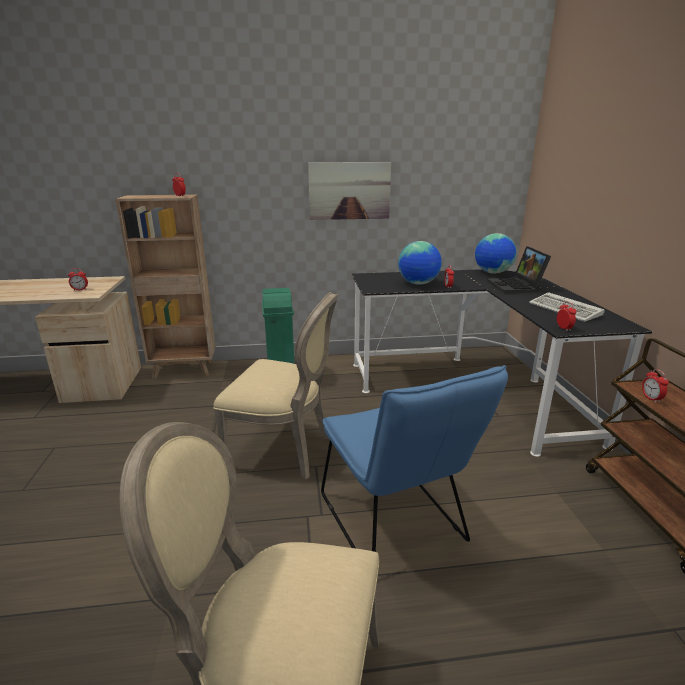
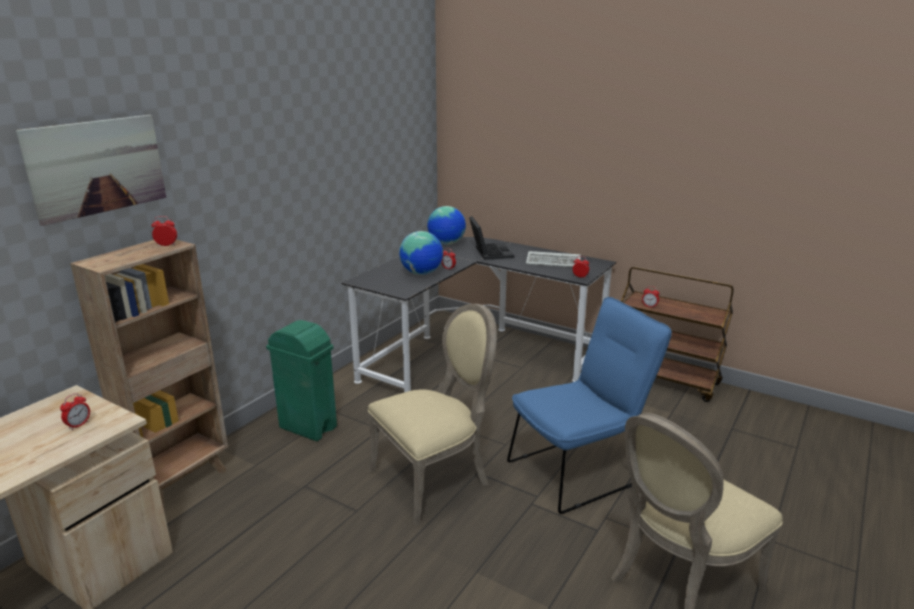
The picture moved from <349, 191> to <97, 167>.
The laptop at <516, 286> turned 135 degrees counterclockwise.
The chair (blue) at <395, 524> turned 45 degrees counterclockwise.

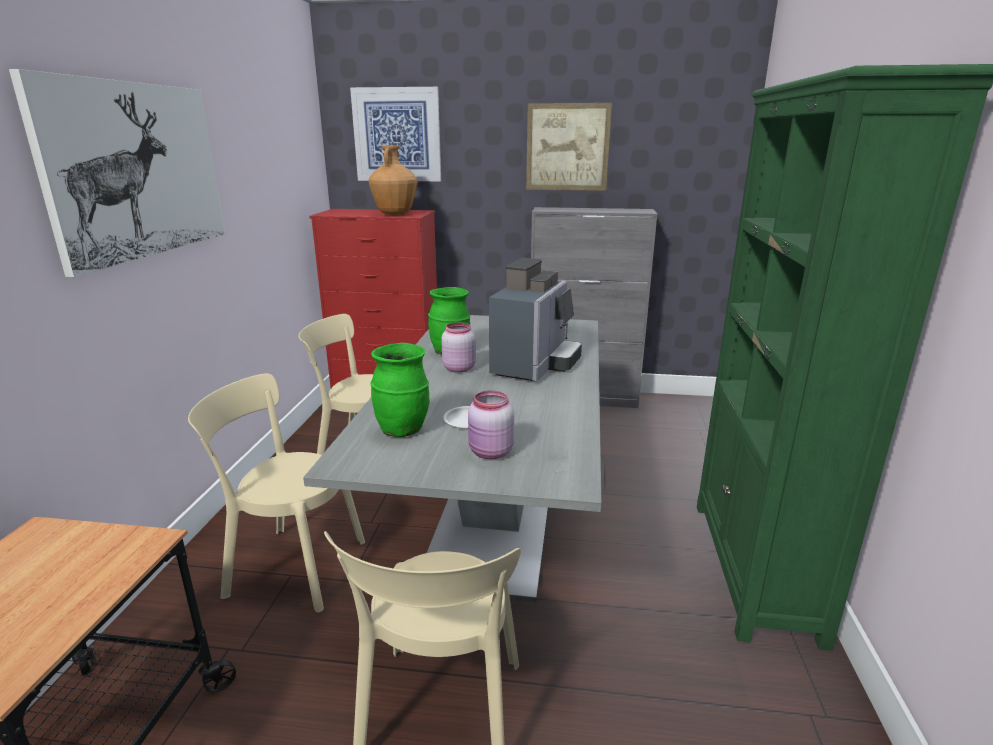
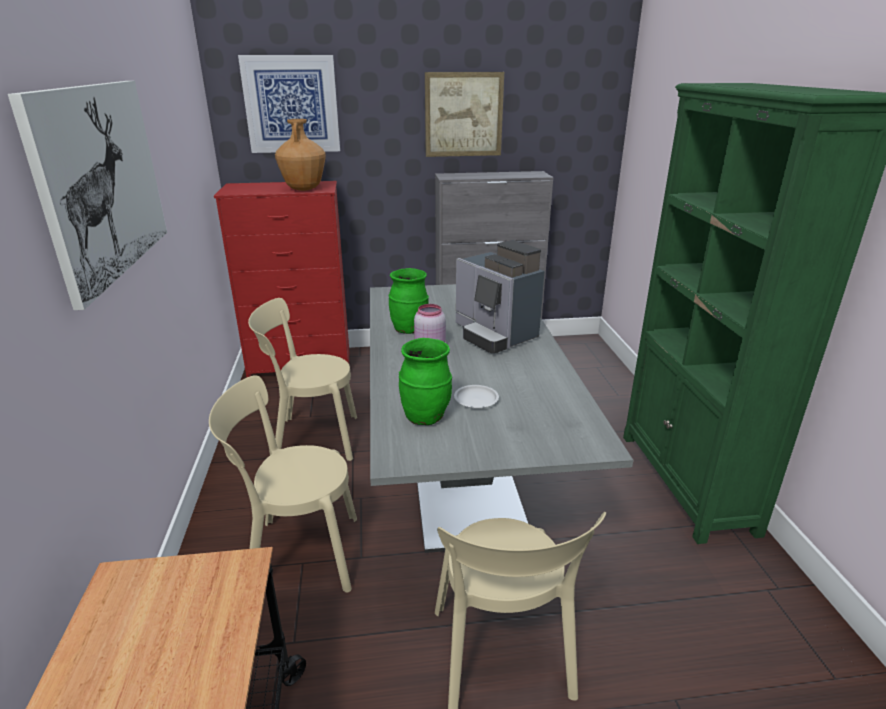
The coffee machine at <535, 365> turned 135 degrees clockwise.
The jar (pink) at <490, 453> disappeared.

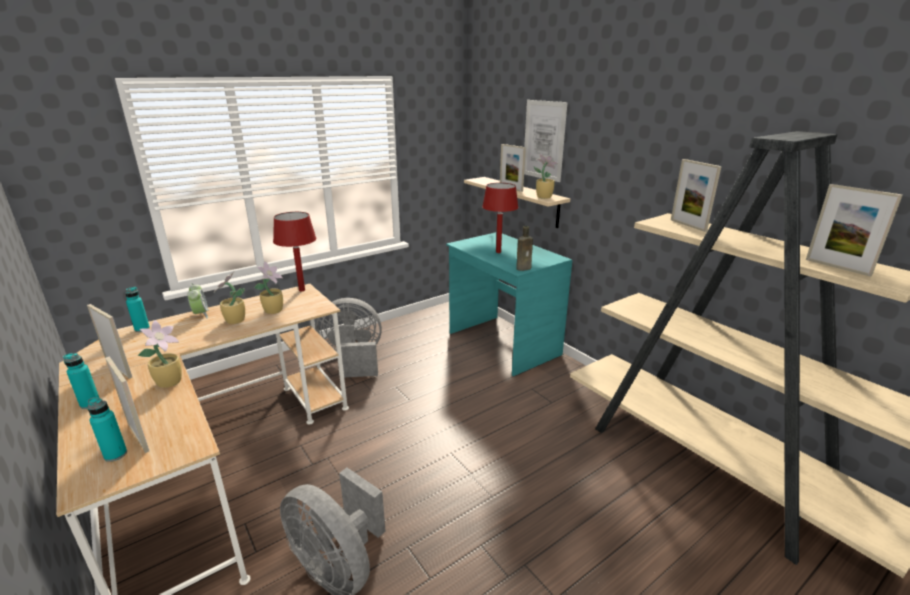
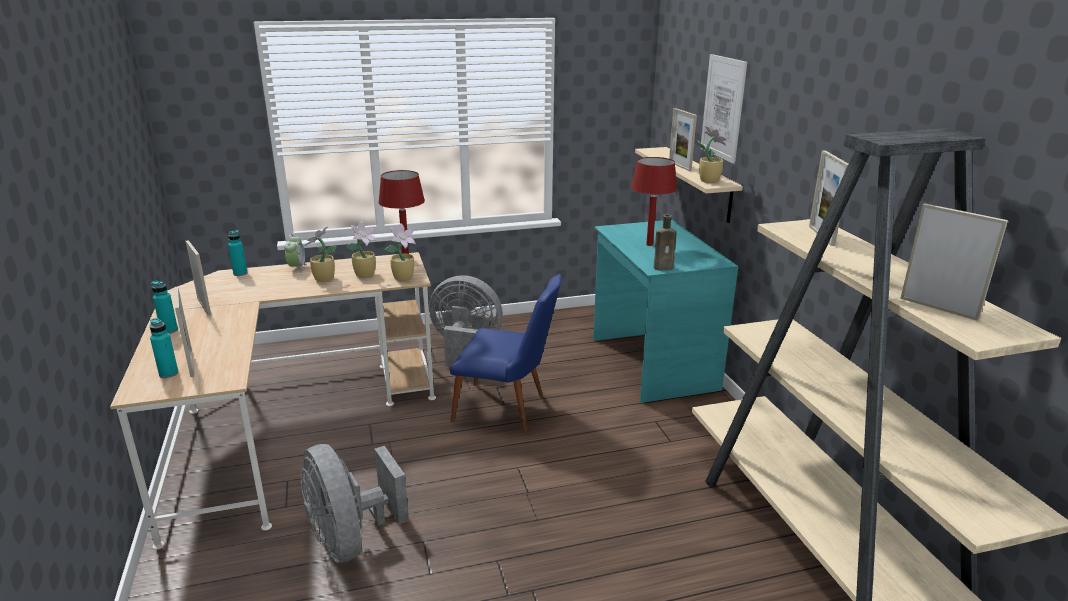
The potted plant moved from <171, 381> to <404, 277>.
The chair (blue) at <508, 410> appeared.
The picture frame at <837, 267> turned 150 degrees clockwise.

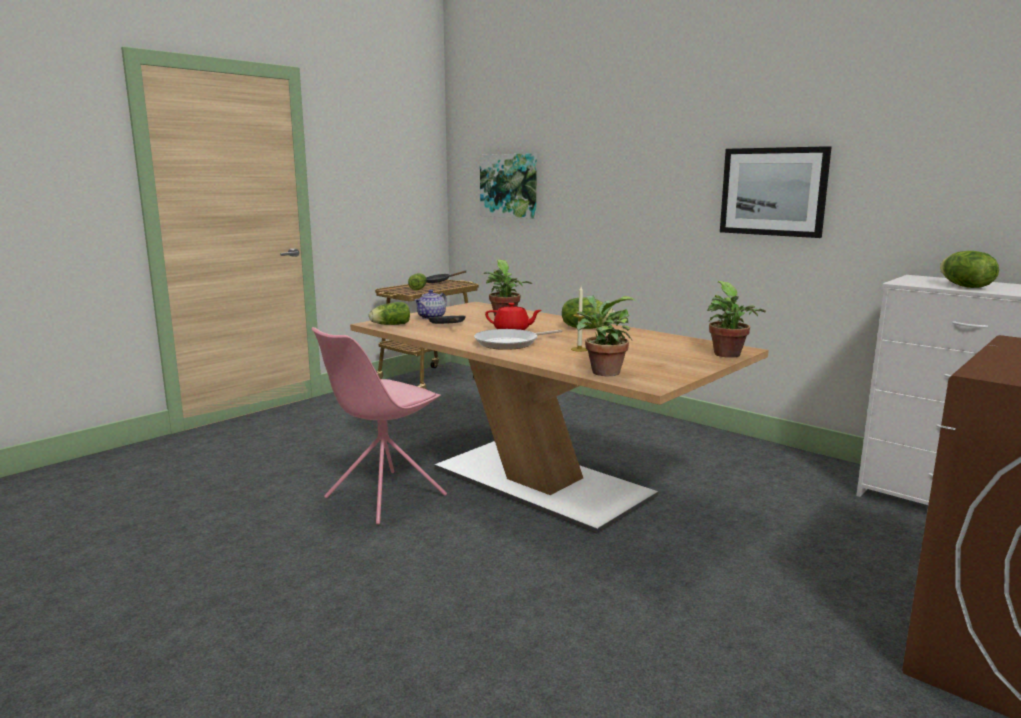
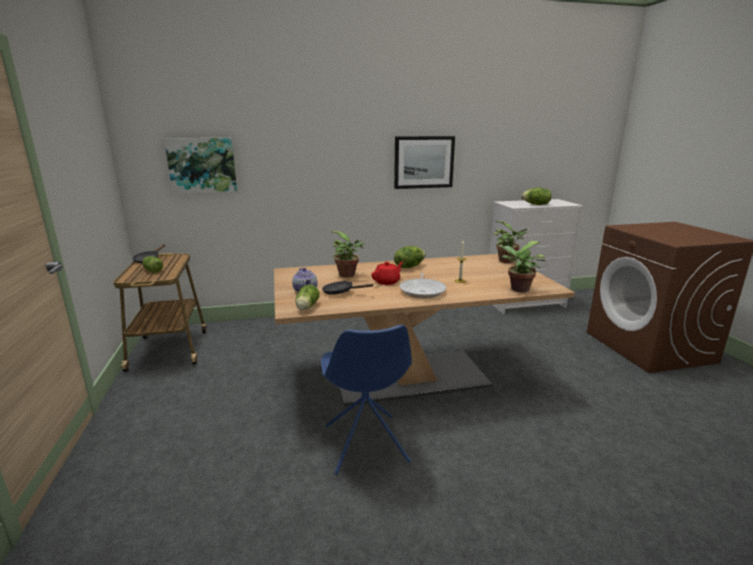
The chair (pink) at <383, 497> became the chair (blue) at <366, 444>.

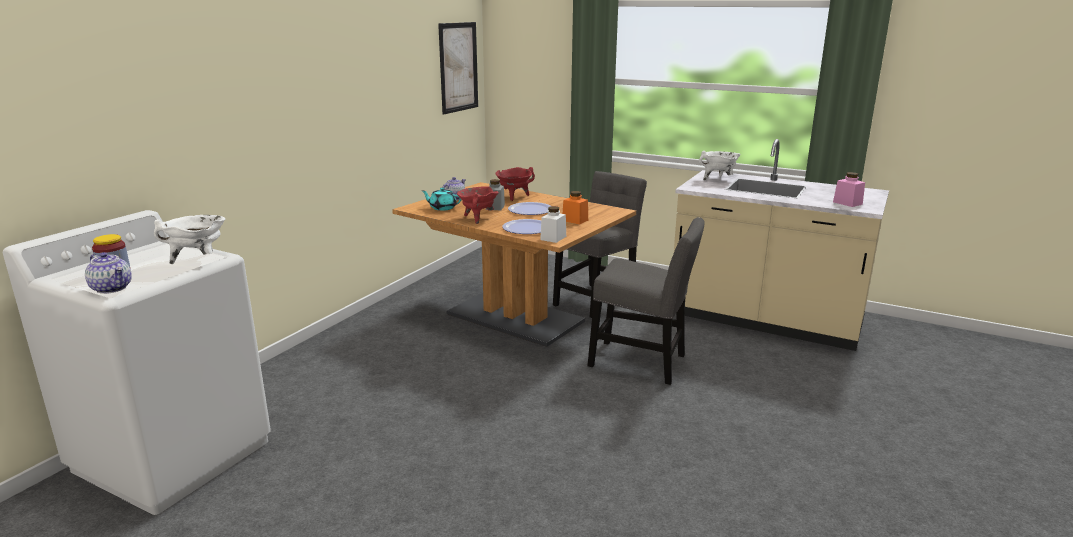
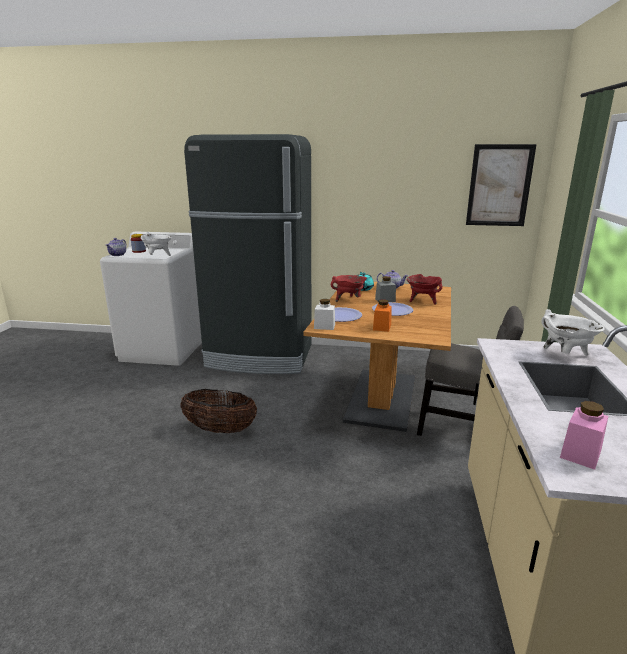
The basket at <220, 429> appeared.
The fridge (black) at <260, 357> appeared.
The chair (grey) at <642, 362> disappeared.

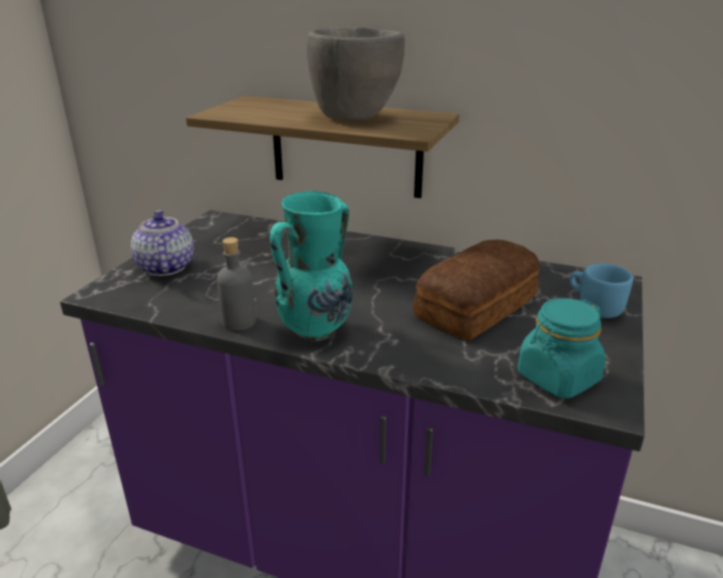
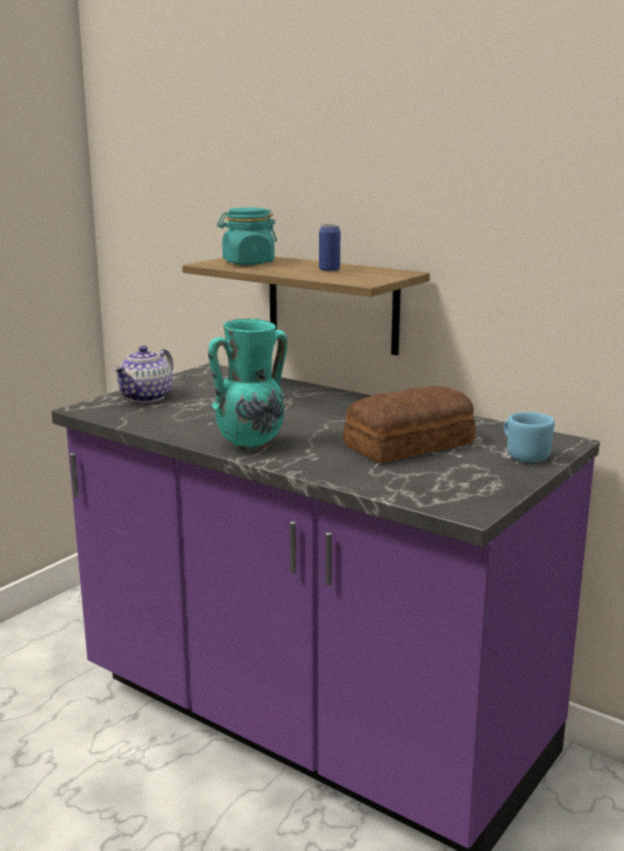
The teapot at <165, 267> turned 150 degrees counterclockwise.
The jar (turquoise) moved from <557, 378> to <248, 263>.
The bowl (grey) at <355, 116> was replaced by the can at <329, 270>.
The bottle (grey) at <239, 322> disappeared.

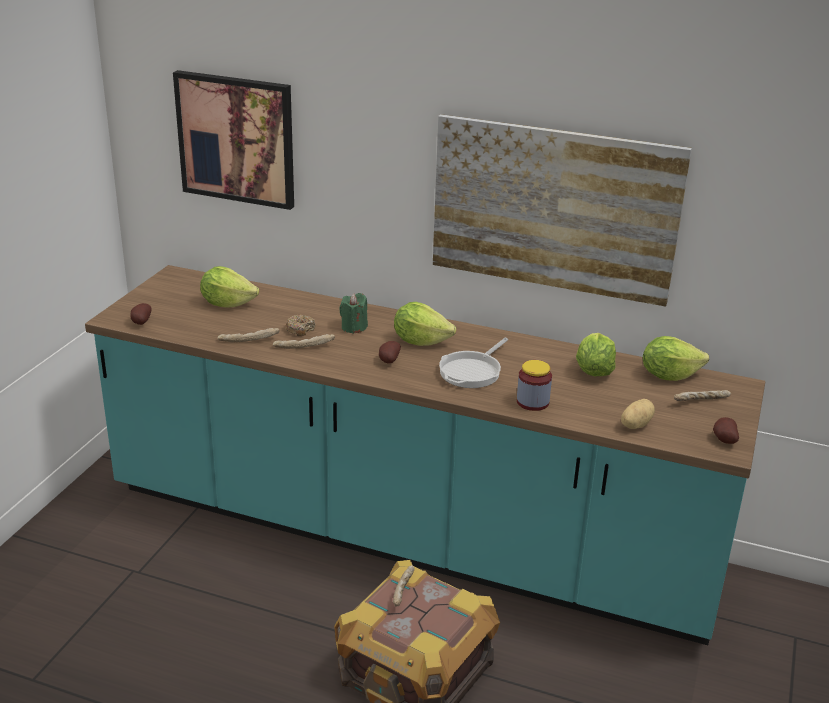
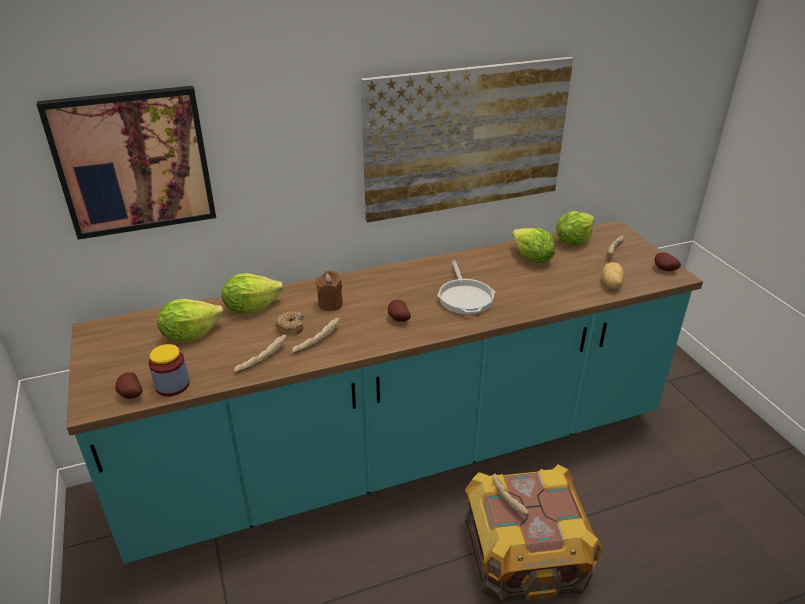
The jar moved from <532, 402> to <172, 385>.
The lettuce moved from <420, 341> to <251, 307>.
The candle (green) at <354, 327> became the candle (brown) at <330, 304>.

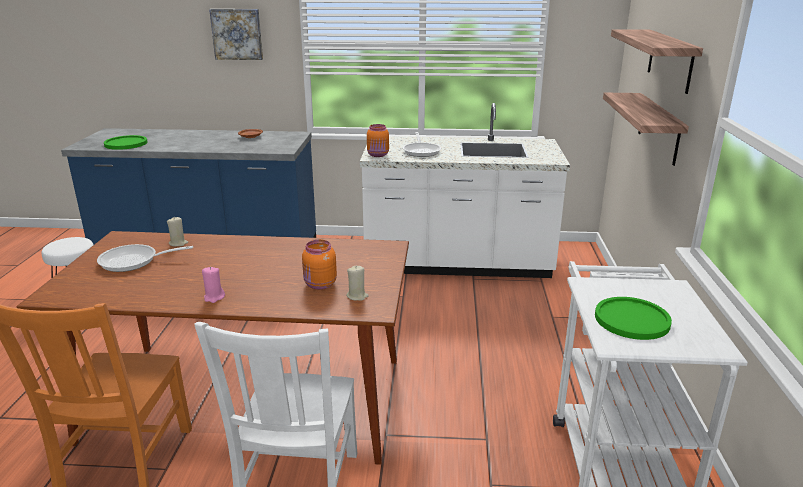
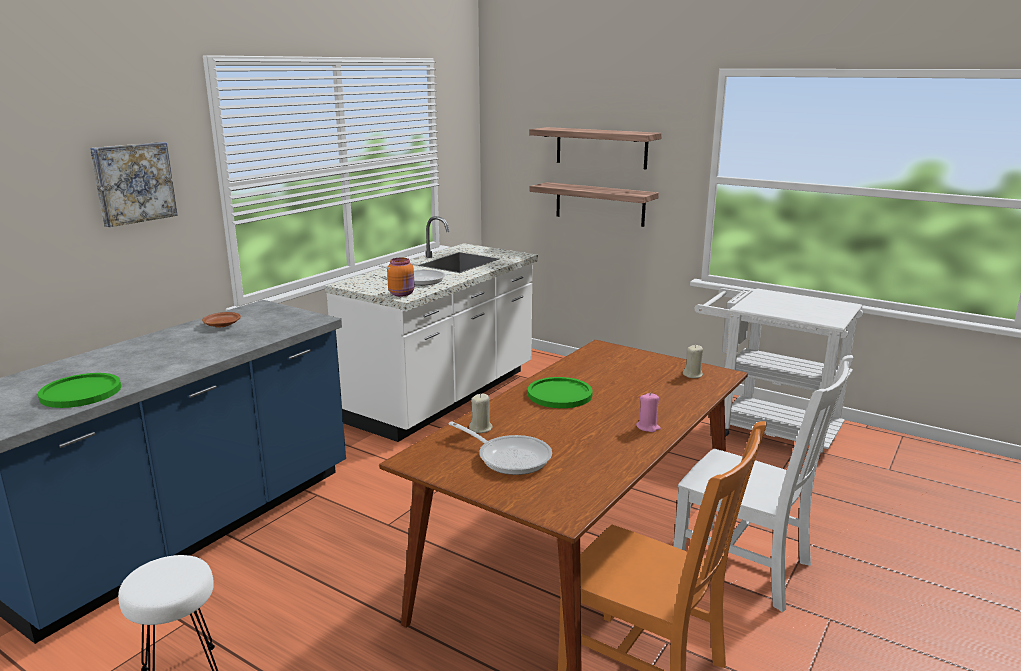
The frying pan at <134, 261> turned 75 degrees counterclockwise.
The plate (green) moved from <632, 319> to <559, 394>.
The jar (orange) at <319, 285> disappeared.

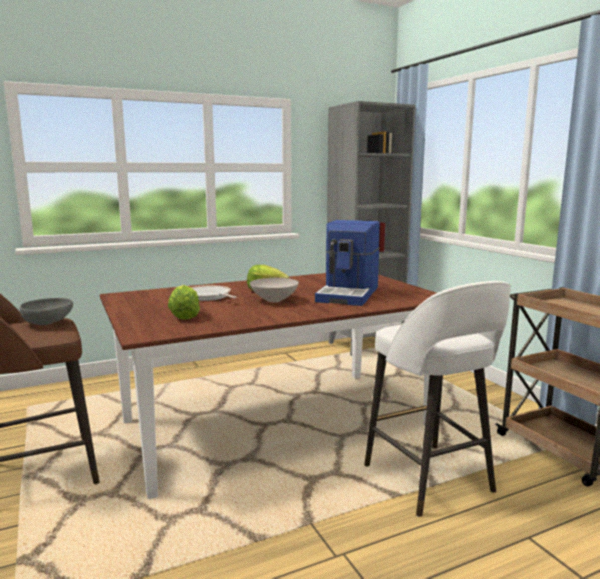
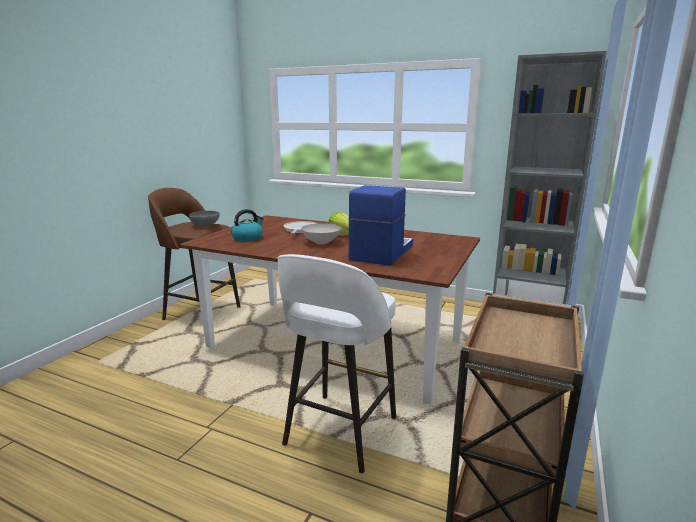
The lettuce at <185, 316> was replaced by the kettle at <248, 238>.
The coffee machine at <349, 294> turned 135 degrees clockwise.

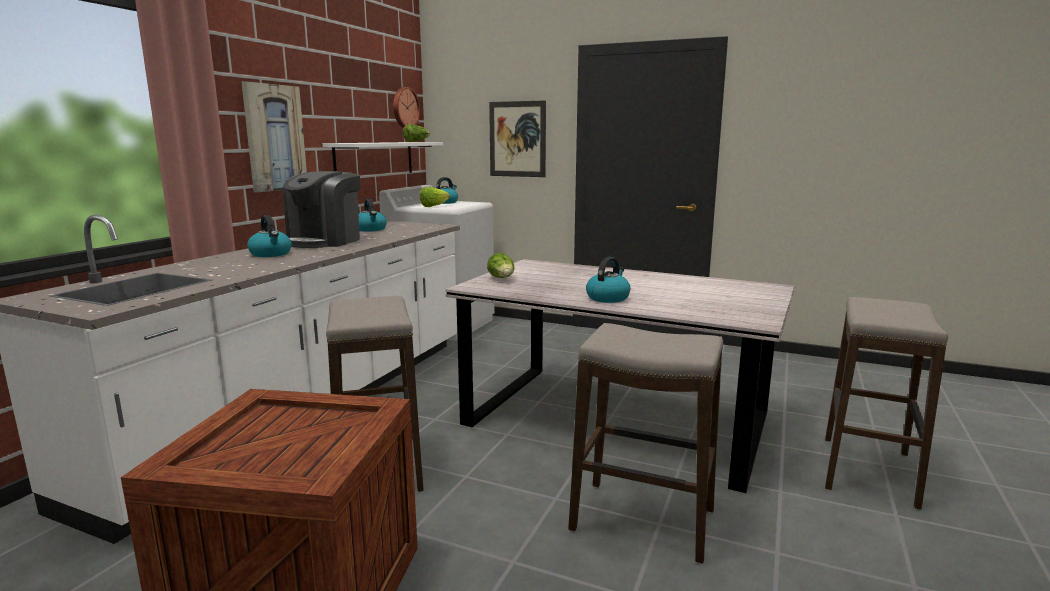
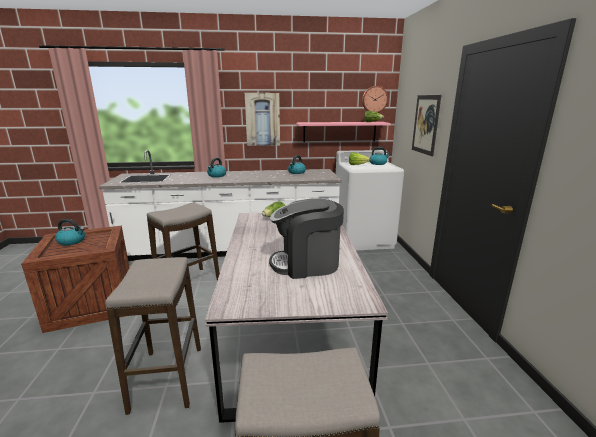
The kettle moved from <608, 298> to <72, 241>.
The coffee machine moved from <325, 241> to <306, 264>.
The shelf (white) at <375, 159> became the shelf (pink) at <339, 131>.

